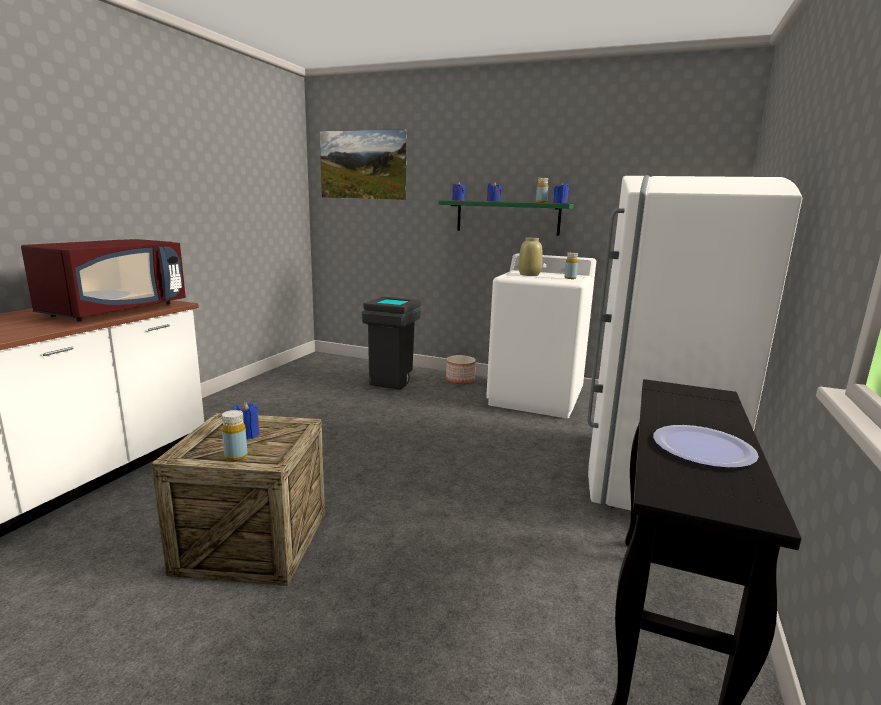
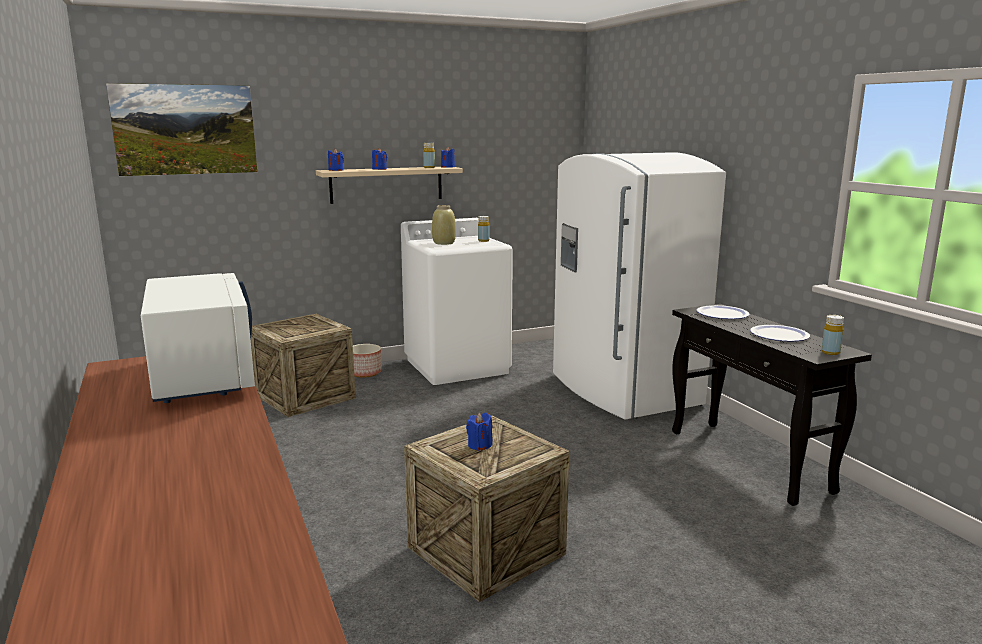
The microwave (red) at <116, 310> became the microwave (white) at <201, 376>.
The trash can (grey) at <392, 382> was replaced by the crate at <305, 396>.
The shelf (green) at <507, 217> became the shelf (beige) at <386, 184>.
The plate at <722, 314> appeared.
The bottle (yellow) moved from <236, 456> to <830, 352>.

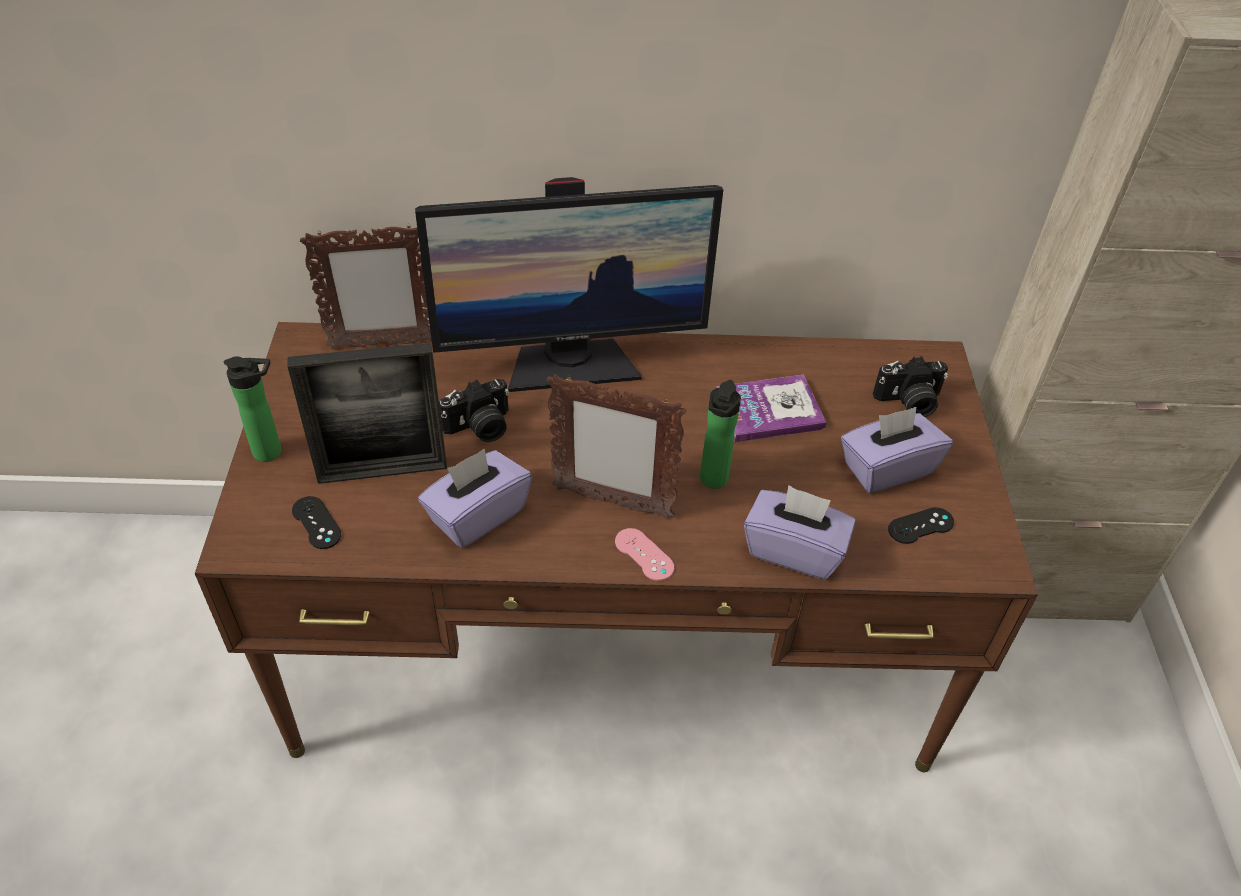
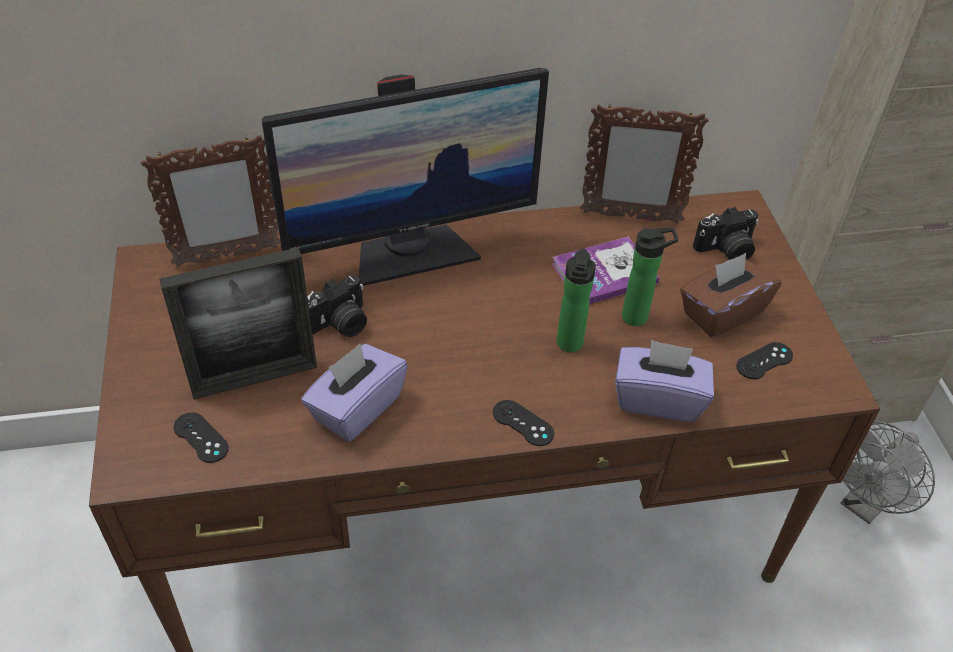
The game controller (pink) at <644, 554> became the game controller (black) at <523, 423>.
The picture frame moved from <611, 502> to <630, 217>.
The bottle moved from <272, 452> to <639, 316>.
The tissue box (purple) at <887, 468> became the tissue box (brown) at <721, 312>.
The fan (grey) at <864, 505> appeared.

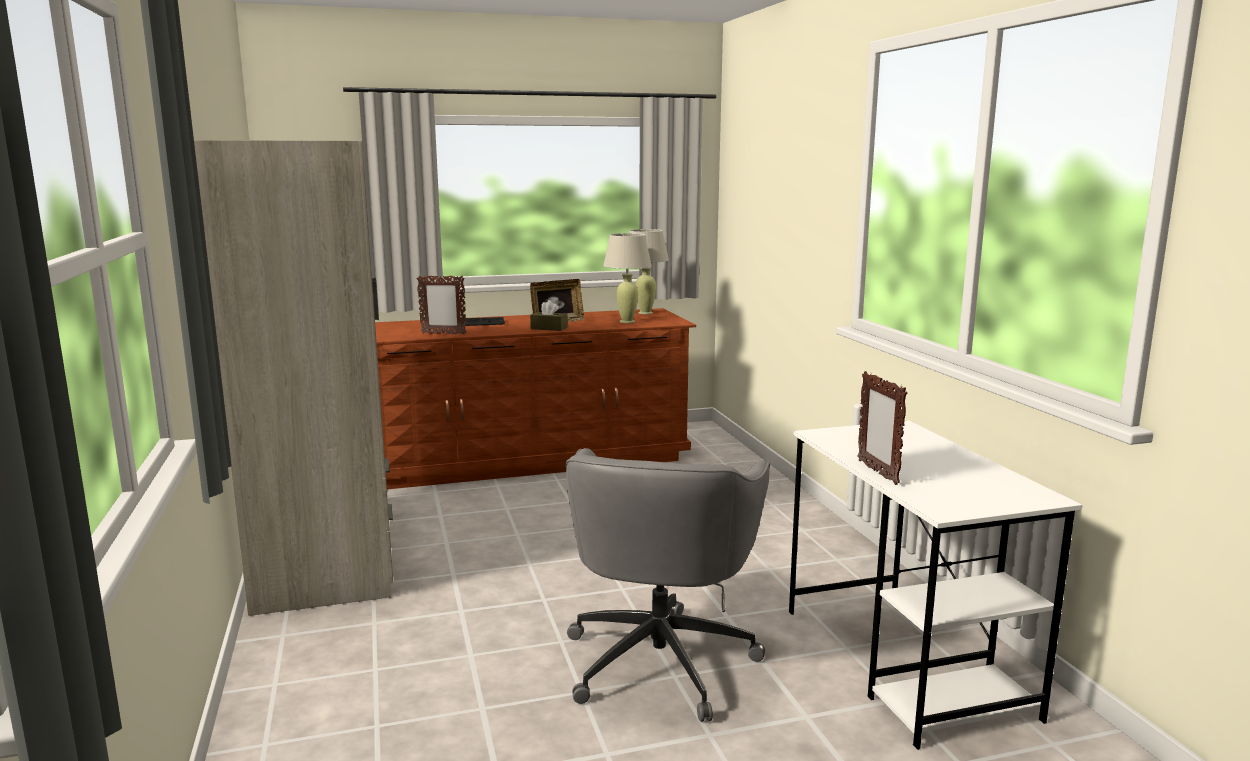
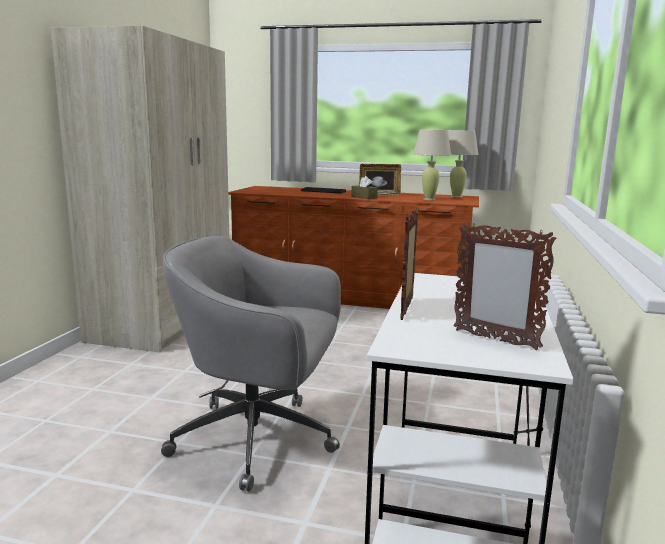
The office chair (grey) at <661, 659> turned 60 degrees clockwise.
The picture frame moved from <443, 334> to <495, 339>.

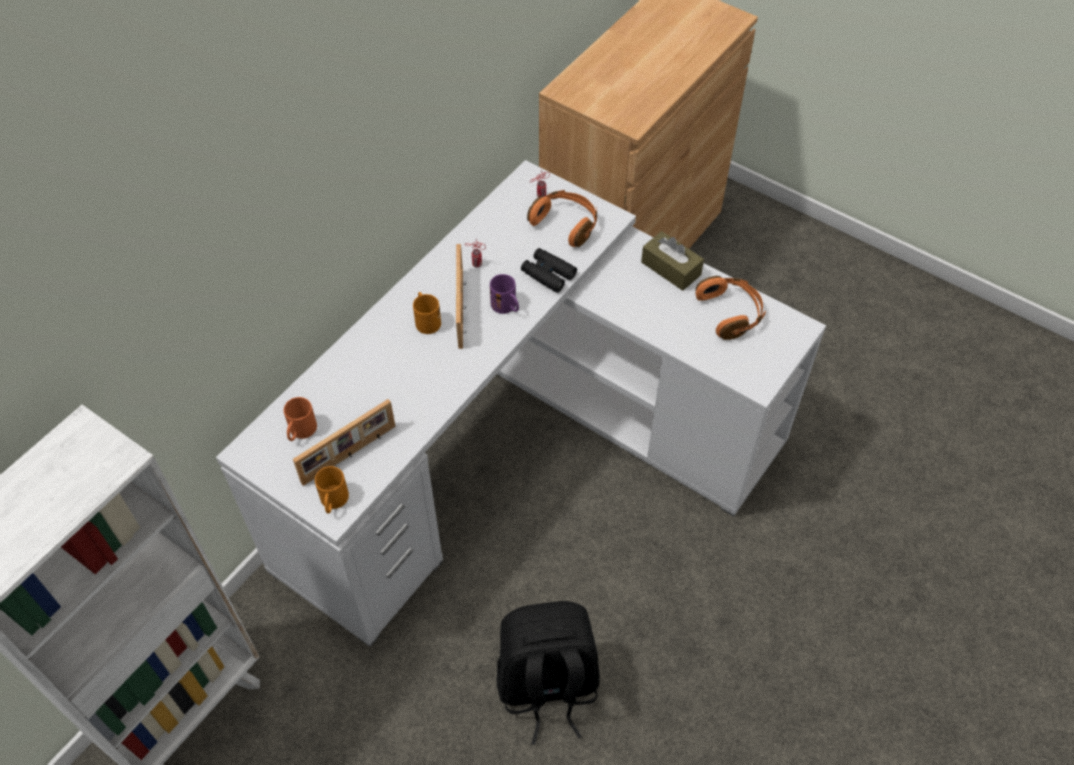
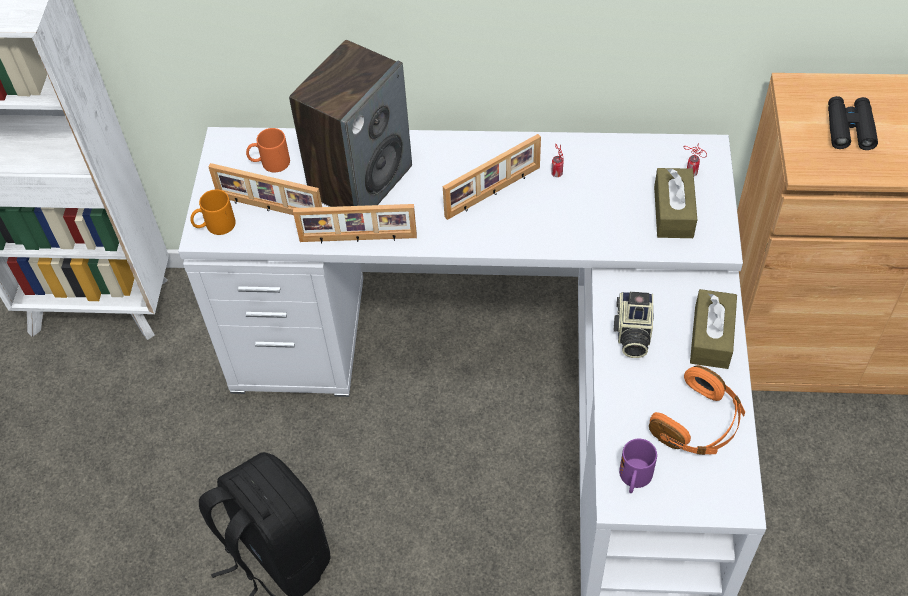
The speaker at <361, 181> appeared.
The picture frame at <358, 239> appeared.
The photo camera at <632, 333> appeared.
The mug (purple) moved from <507, 307> to <634, 479>.
The headphones (orange) at <566, 224> was replaced by the tissue box (brown) at <673, 212>.
The binoculars (black) moved from <548, 274> to <849, 128>.
The mug (orange) at <426, 320> disappeared.

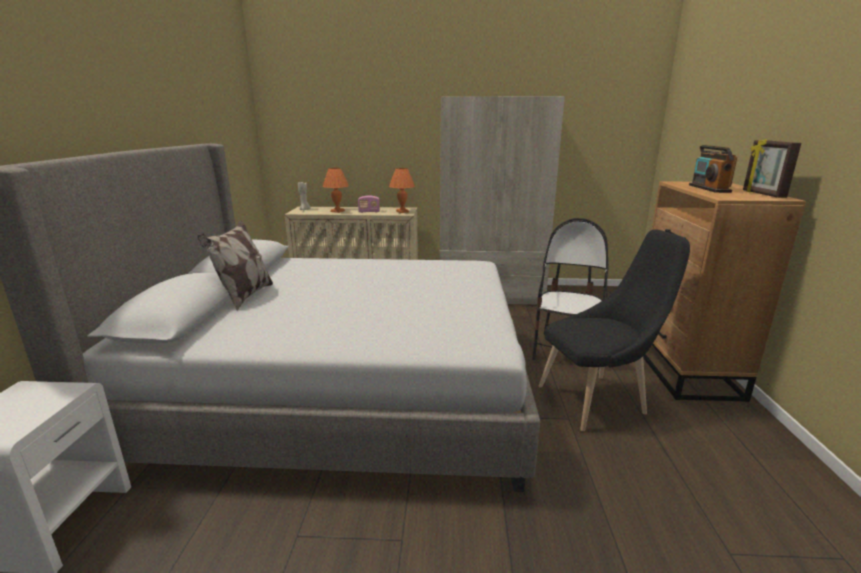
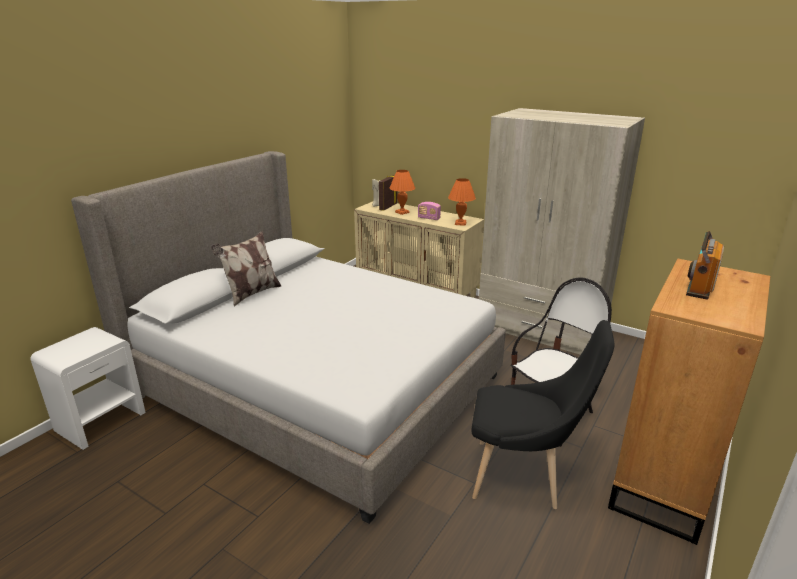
The picture frame moved from <762, 194> to <387, 207>.

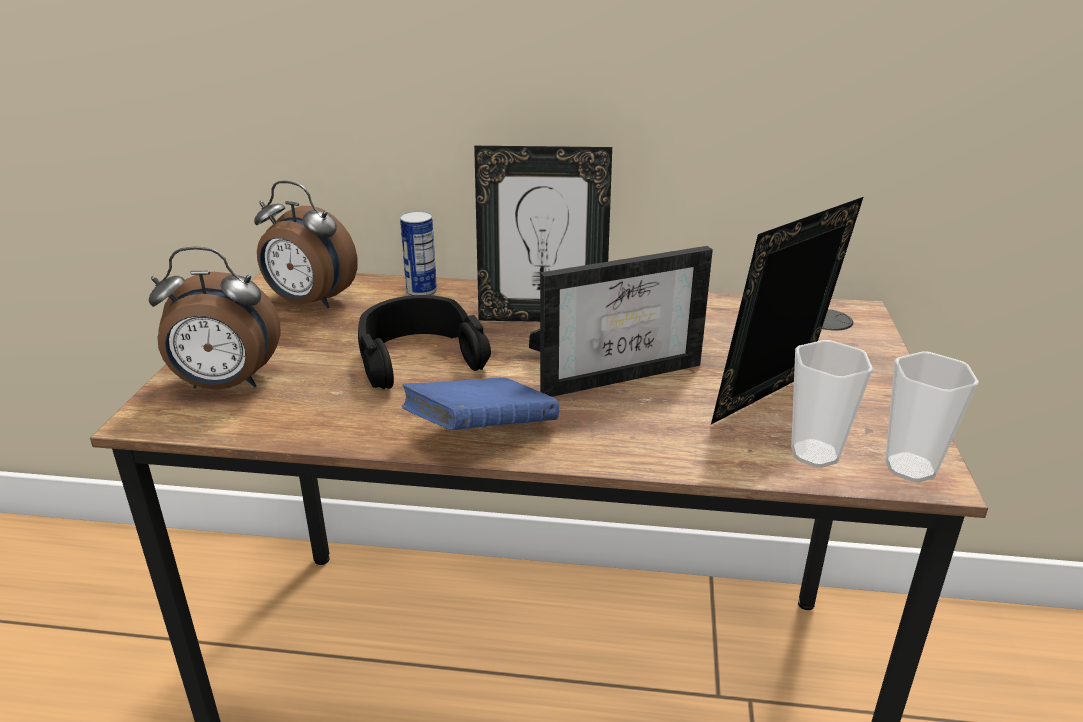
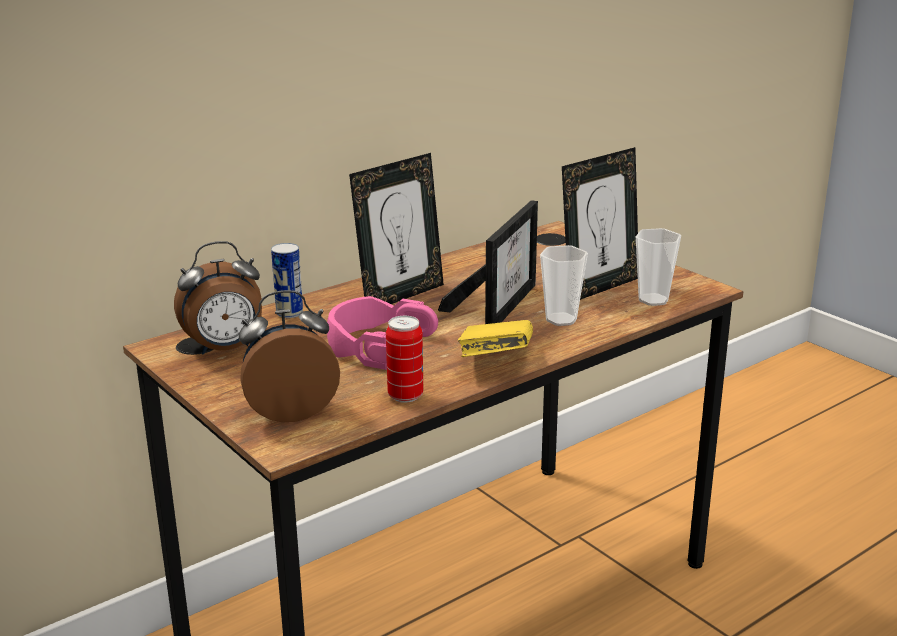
The alarm clock at <226, 385> turned 150 degrees counterclockwise.
The headphones (black) at <419, 357> became the headphones (pink) at <377, 345>.
The can at <405, 396> appeared.
The book (blue) at <481, 433> became the book (yellow) at <496, 360>.
The cup moved from <910, 468> to <561, 319>.
The picture frame at <771, 403> turned 135 degrees counterclockwise.

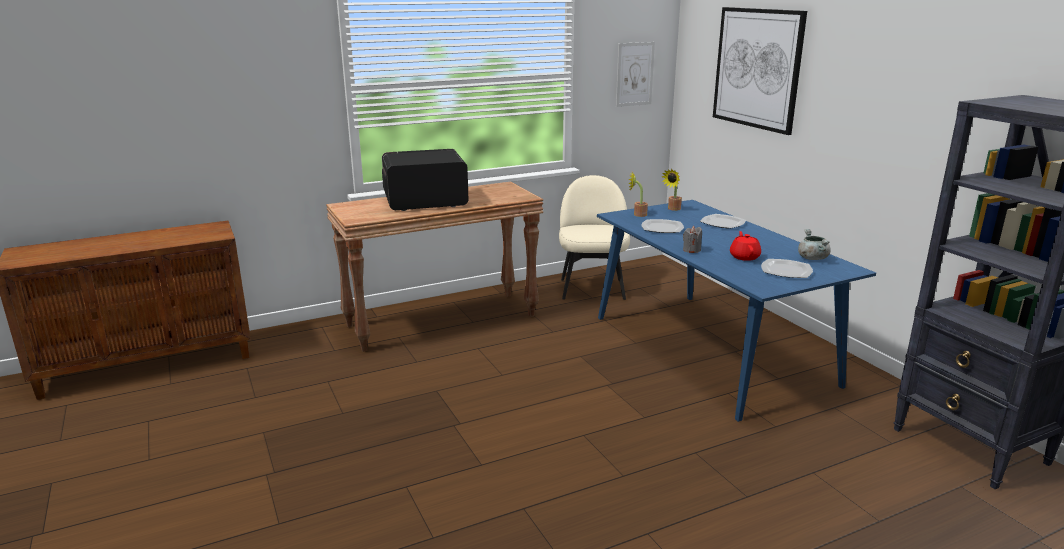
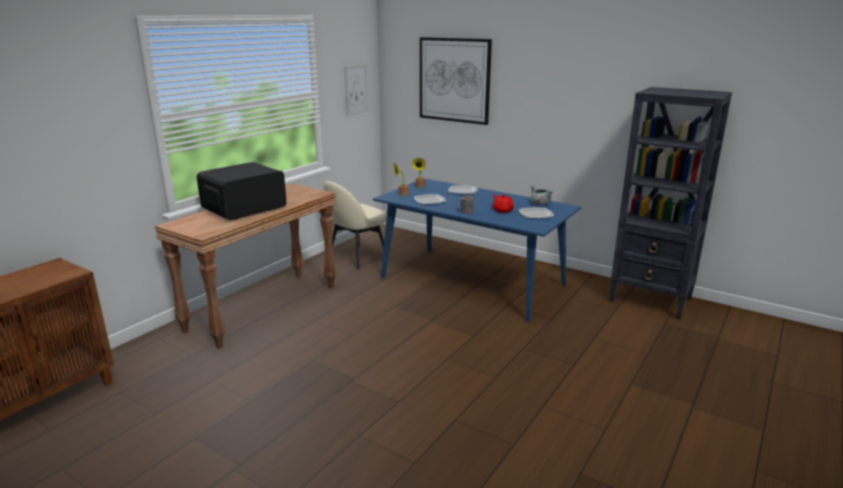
The chair (beige) at <592, 288> turned 105 degrees counterclockwise.

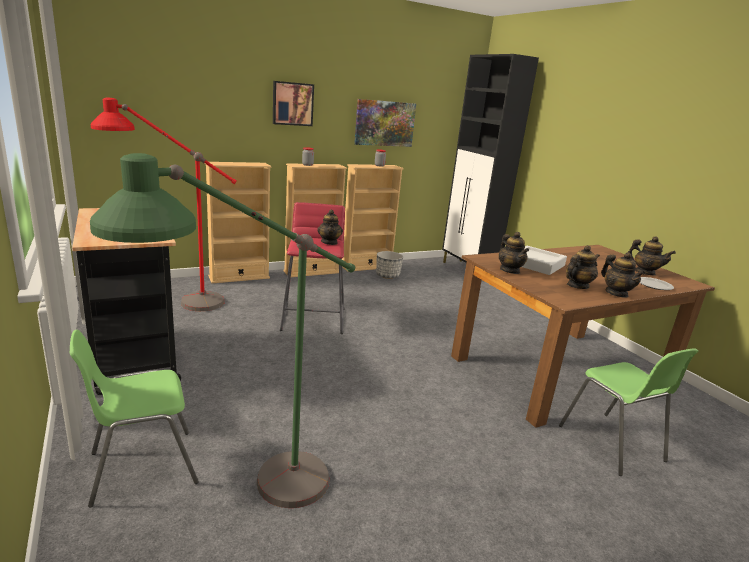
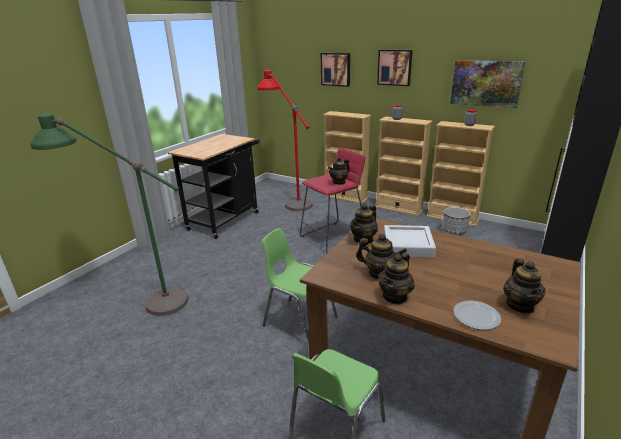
The chair (green) moved from <142, 467> to <299, 321>.
The picture at <336, 69> appeared.

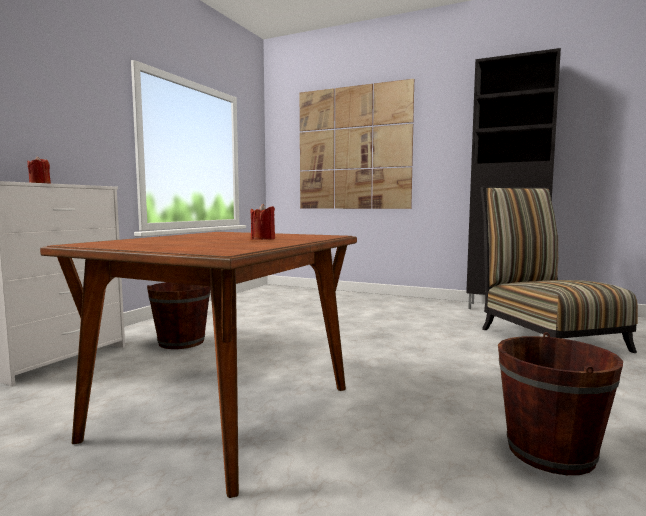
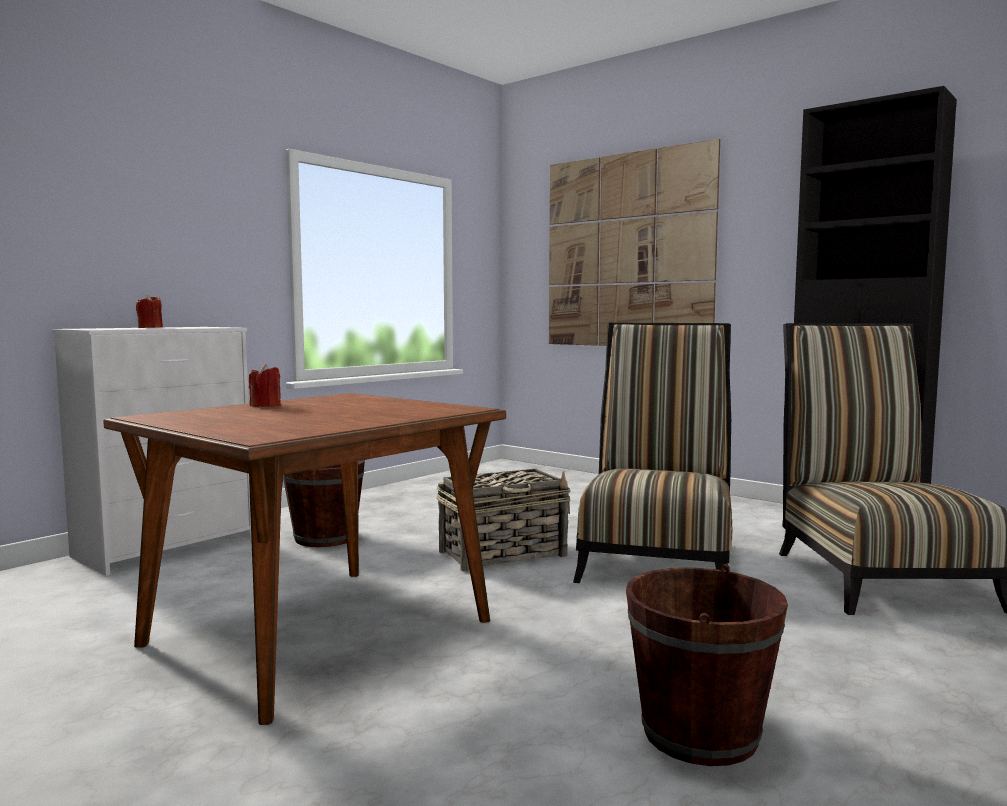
The candle (red) moved from <263, 239> to <266, 406>.
The basket at <504, 554> appeared.
The chair at <657, 557> appeared.

